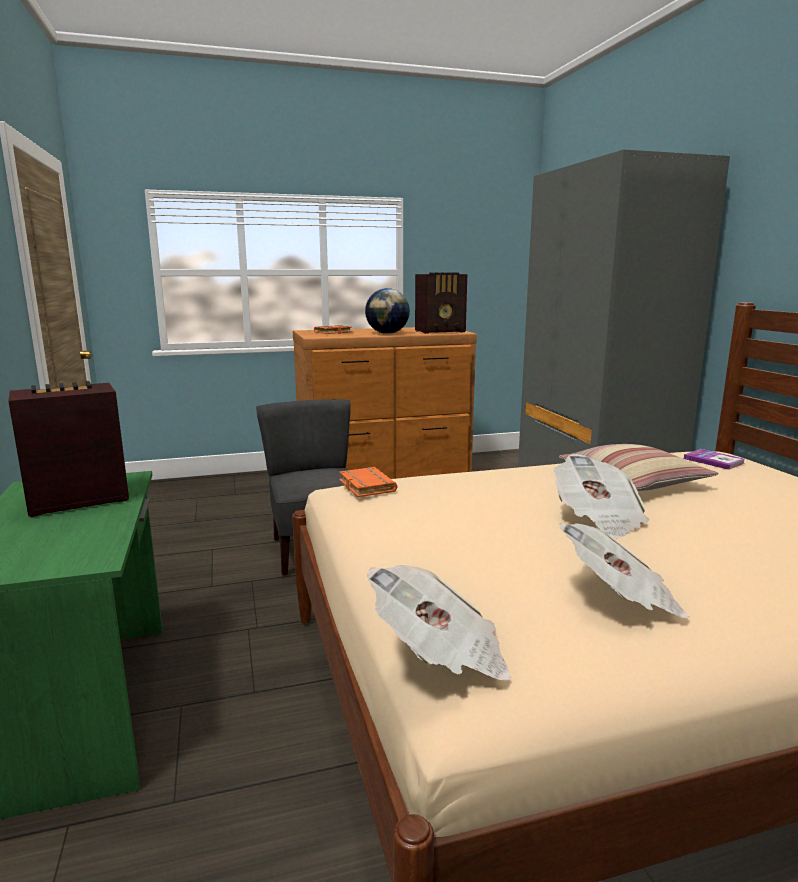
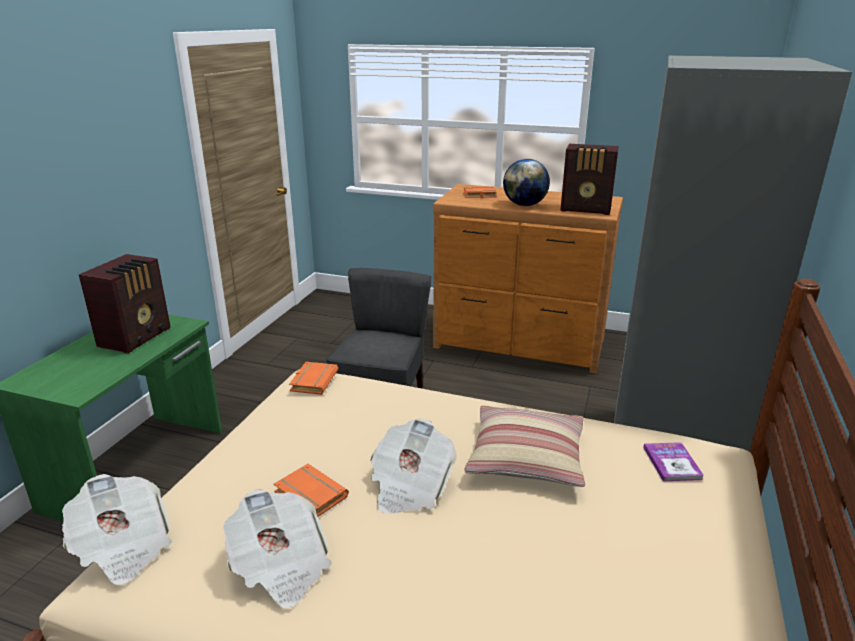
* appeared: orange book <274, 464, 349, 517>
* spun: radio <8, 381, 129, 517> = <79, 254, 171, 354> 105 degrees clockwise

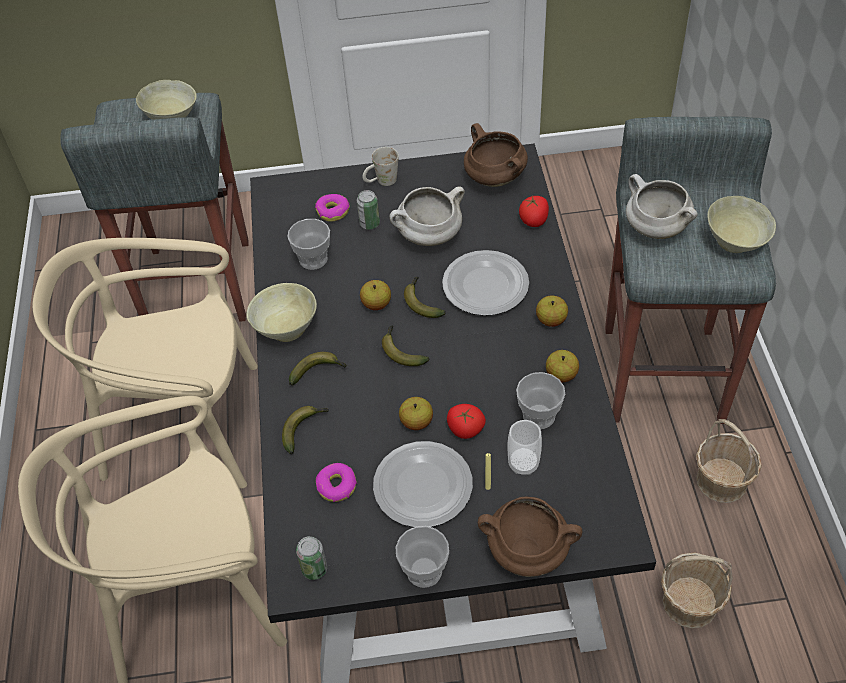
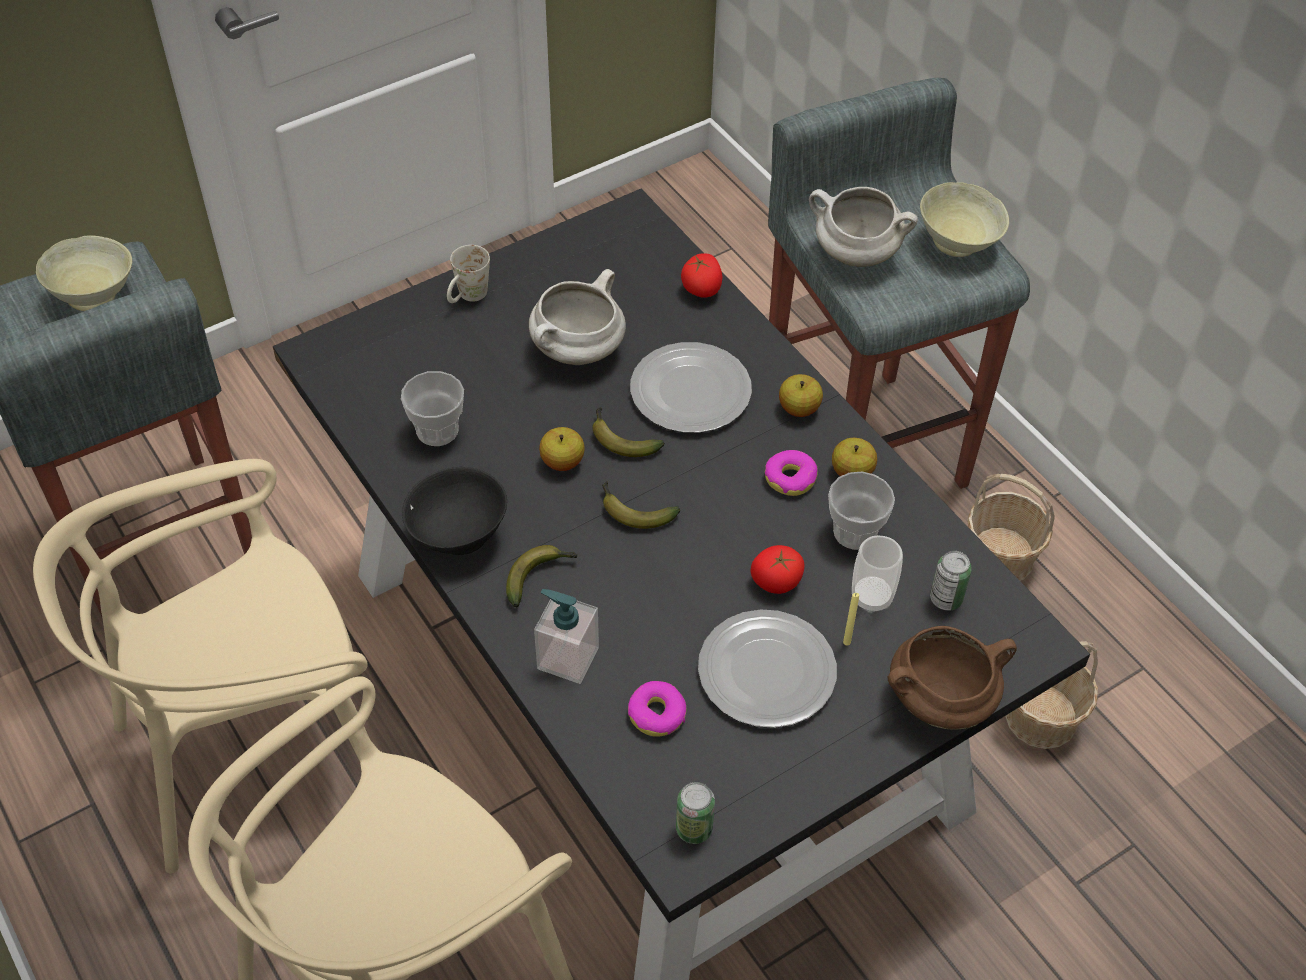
* missing: cup <396, 526, 449, 588>
* missing: apple <399, 397, 433, 430>
* missing: brown cooking pot <464, 123, 528, 187>
* relocated: donut <315, 194, 350, 222> to <765, 450, 818, 496>
* relocated: can <357, 190, 380, 230> to <930, 551, 972, 611>
* exchanged: banana <282, 406, 329, 454> to soap dispenser <534, 589, 599, 684>
* colour: beige bowl <247, 283, 317, 342> to black bowl <402, 467, 507, 555>

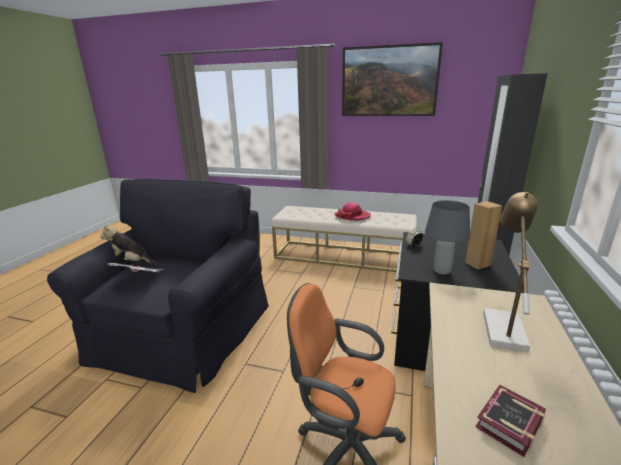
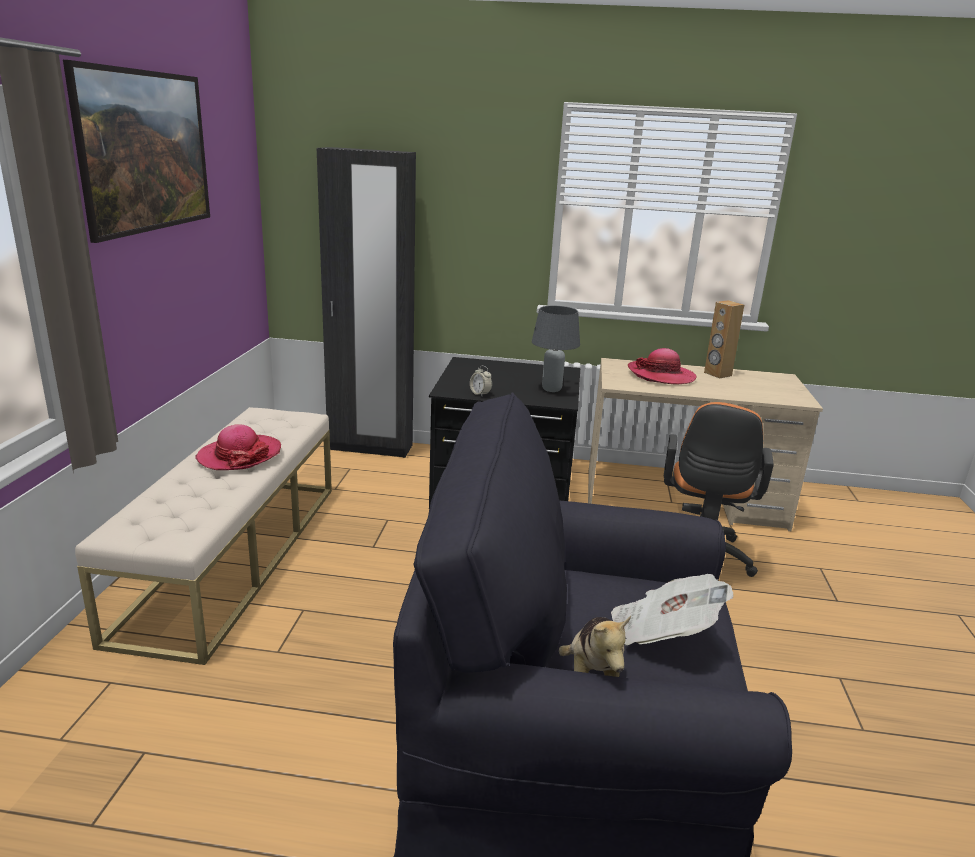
* missing: book <475, 385, 546, 457>
* relocated: brown speaker <465, 201, 502, 270> to <704, 300, 744, 379>
* exchanged: table lamp <483, 192, 538, 352> to hat <627, 348, 696, 385>

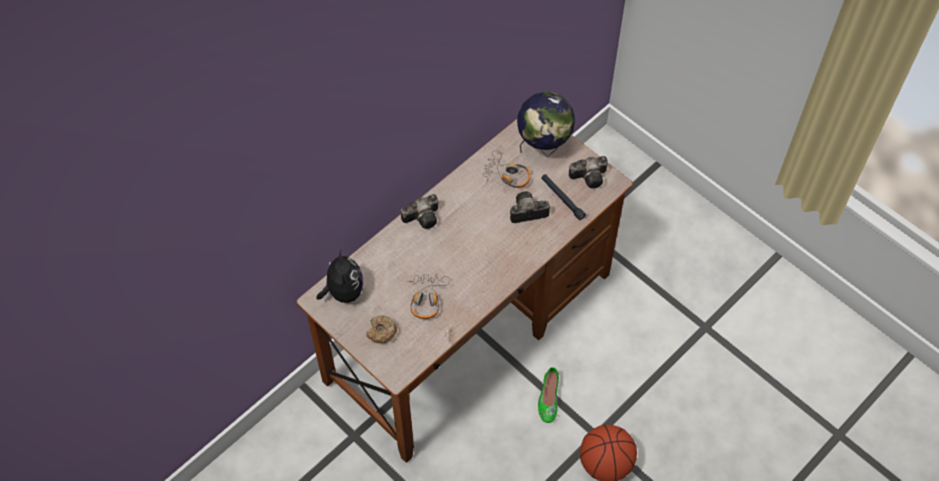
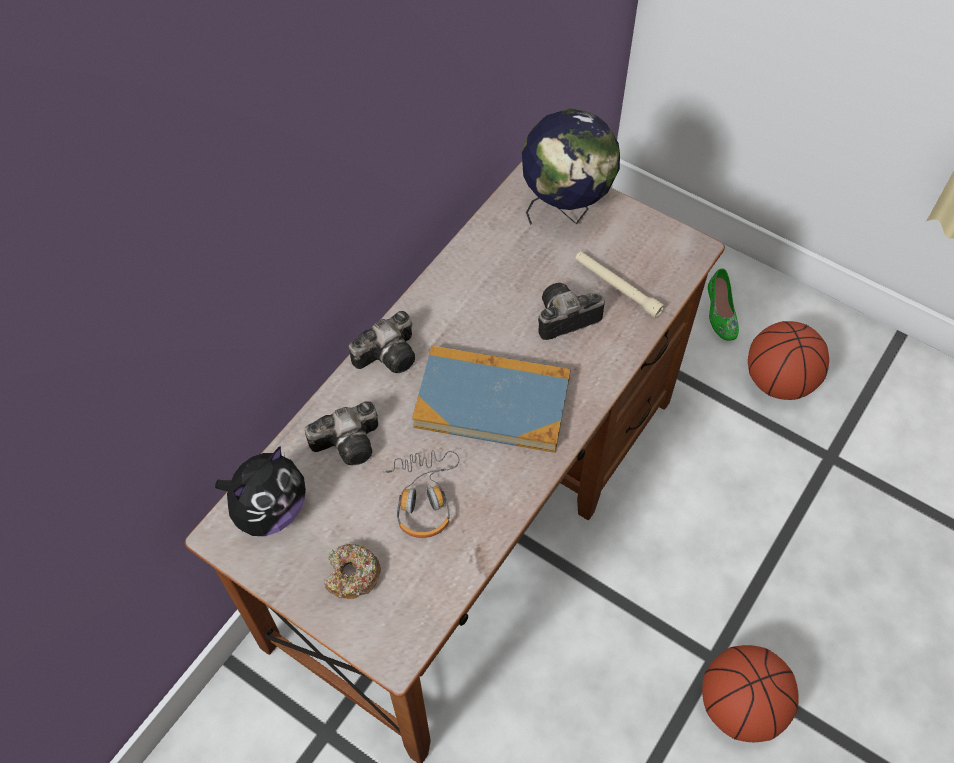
* missing: headphones <483, 151, 531, 188>
* appeared: book <412, 346, 571, 453>
* appeared: basketball <748, 321, 829, 400>
* relocated: green shoe <538, 367, 559, 423> to <708, 268, 739, 341>
* relocated: photo camera <569, 156, 608, 189> to <305, 401, 378, 465>
* colour: black flashlight <541, 174, 586, 220> to beige flashlight <575, 251, 665, 318>
* spun: plush toy <316, 250, 364, 303> = <215, 446, 306, 536> 60 degrees clockwise

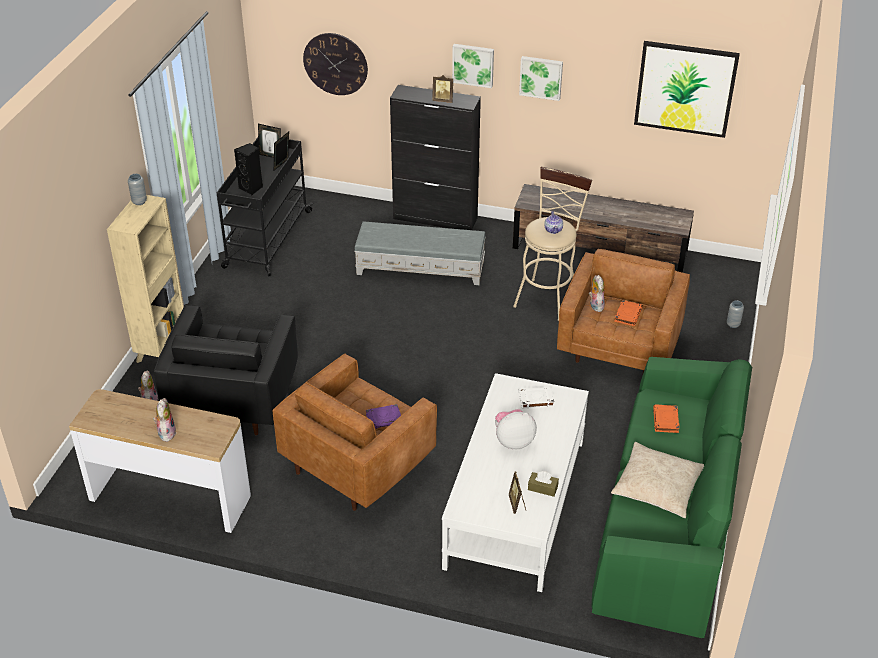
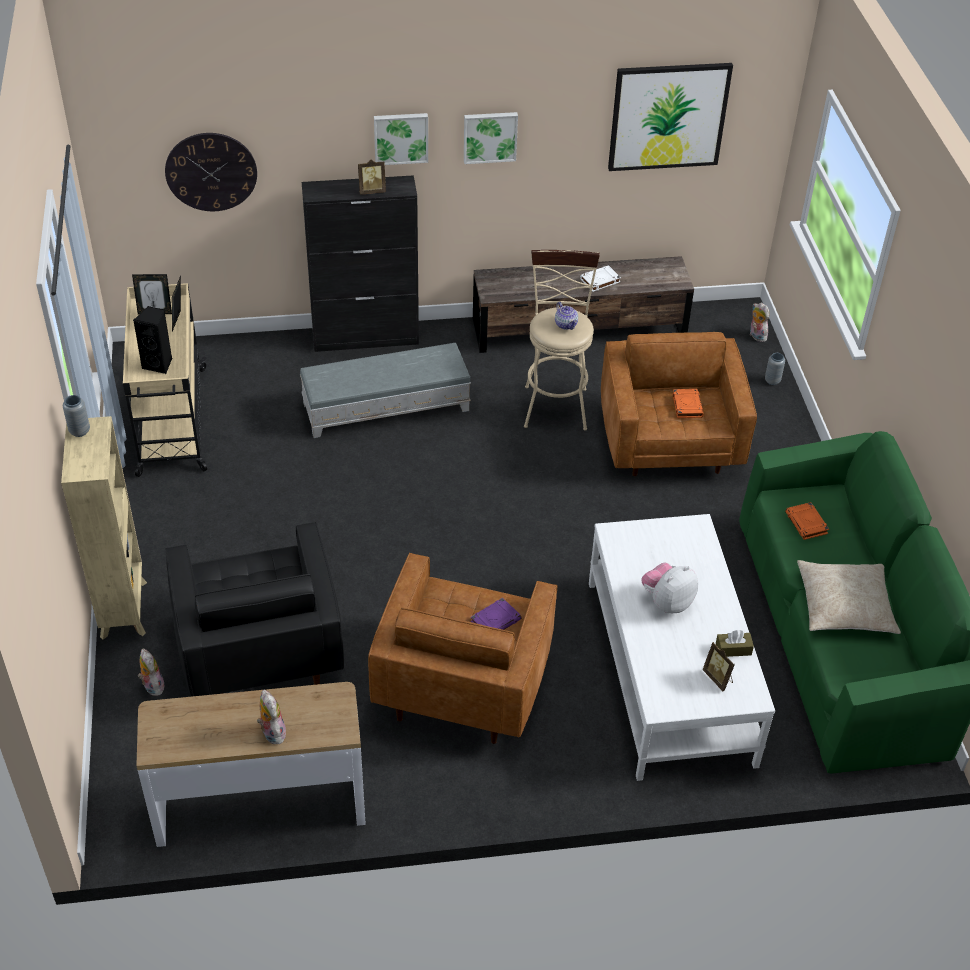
* relocated: white book <519, 387, 555, 409> to <580, 265, 621, 292>
* relocated: plush toy <589, 275, 605, 312> to <750, 303, 769, 342>
* colour: black cart <217, 137, 313, 277> to beige cart <123, 283, 207, 477>

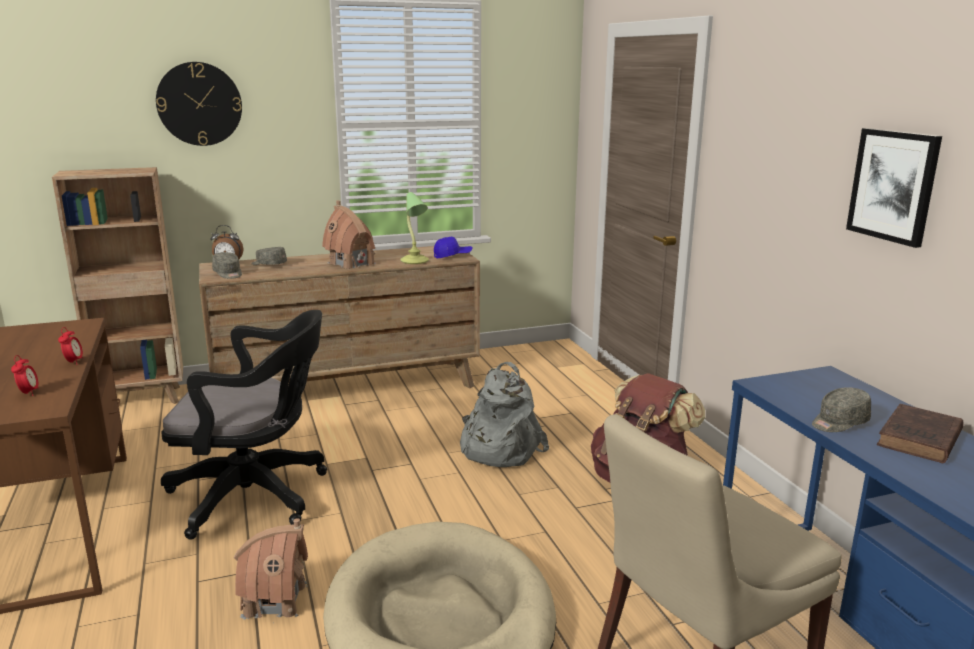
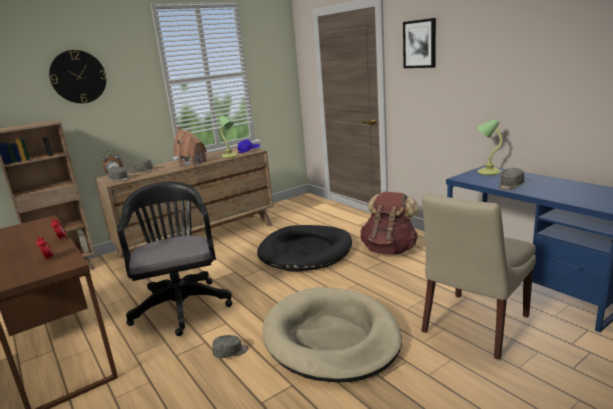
* missing: brown book <877, 404, 964, 463>
* appeared: table lamp <477, 119, 503, 175>
* relocated: picture <846, 128, 942, 248> to <403, 18, 436, 68>
* exchanged: toy house <234, 518, 308, 620> to grey cap <212, 335, 248, 358>
* exchanged: grey backpack <460, 362, 549, 467> to black dog bed <257, 225, 352, 272>
* spun: black office chair <161, 310, 327, 540> = <117, 182, 232, 336> 90 degrees counterclockwise

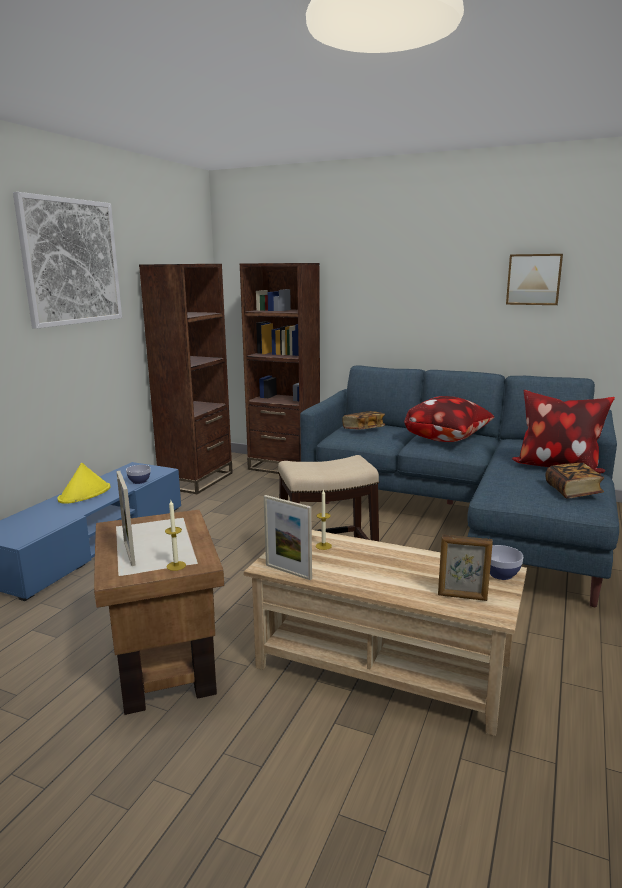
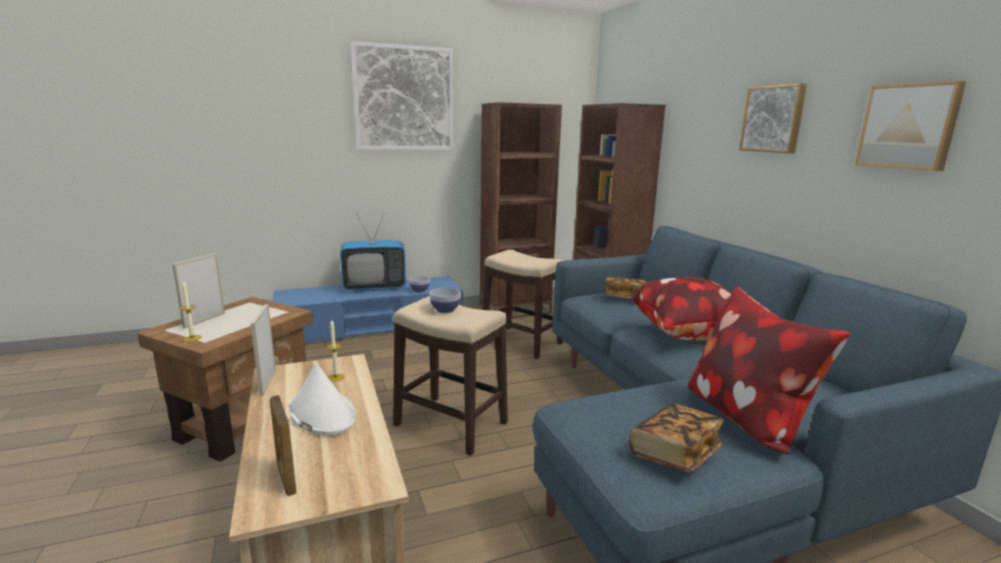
* appeared: white hat <289, 363, 356, 435>
* appeared: stool <482, 250, 563, 359>
* appeared: picture <739, 83, 807, 153>
* relocated: bowl <490, 545, 523, 580> to <429, 288, 461, 313>
* exchanged: yellow hat <57, 463, 110, 504> to television <340, 213, 406, 292>

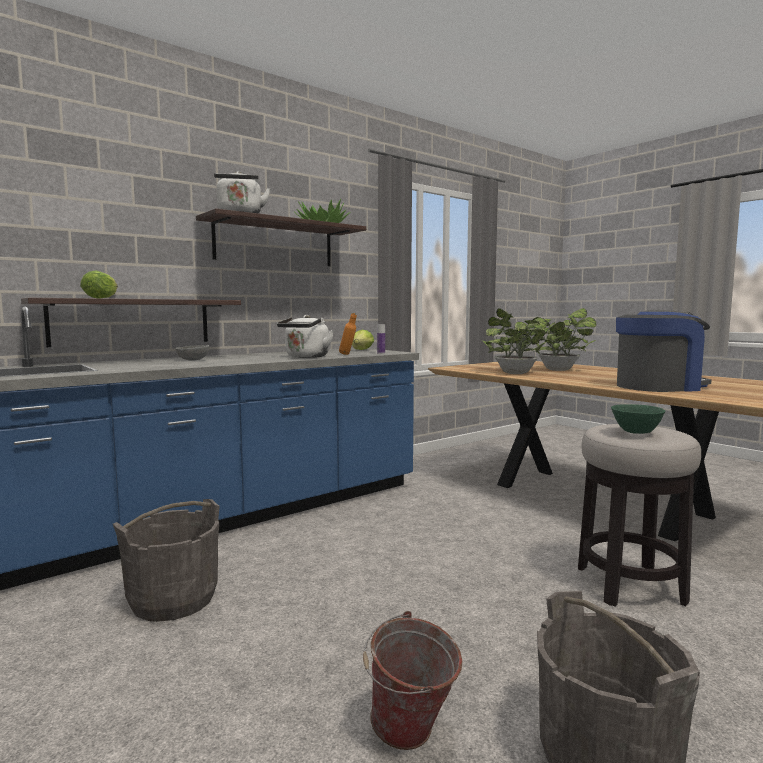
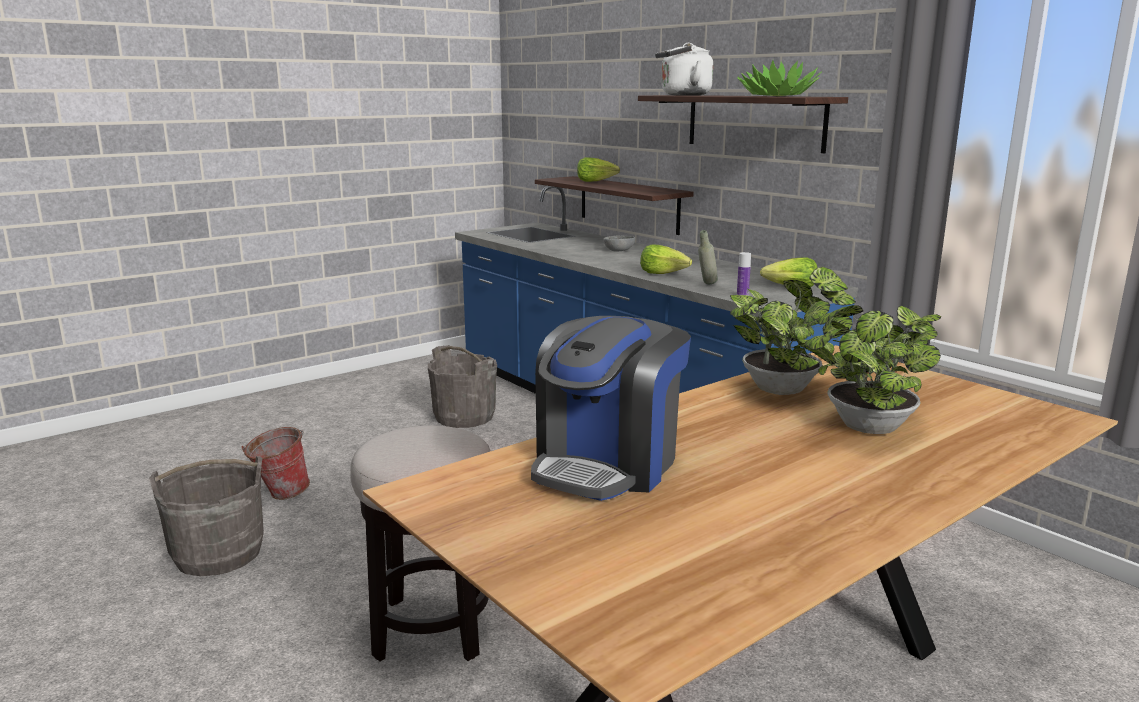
* missing: green bowl <611, 404, 665, 434>
* exchanged: white kettle <277, 315, 334, 358> to lettuce <640, 245, 692, 274>
* colour: orange bottle <339, 313, 357, 355> to grey bottle <698, 230, 718, 284>
* spun: coffee machine <616, 310, 712, 392> = <531, 316, 691, 501> 45 degrees clockwise

